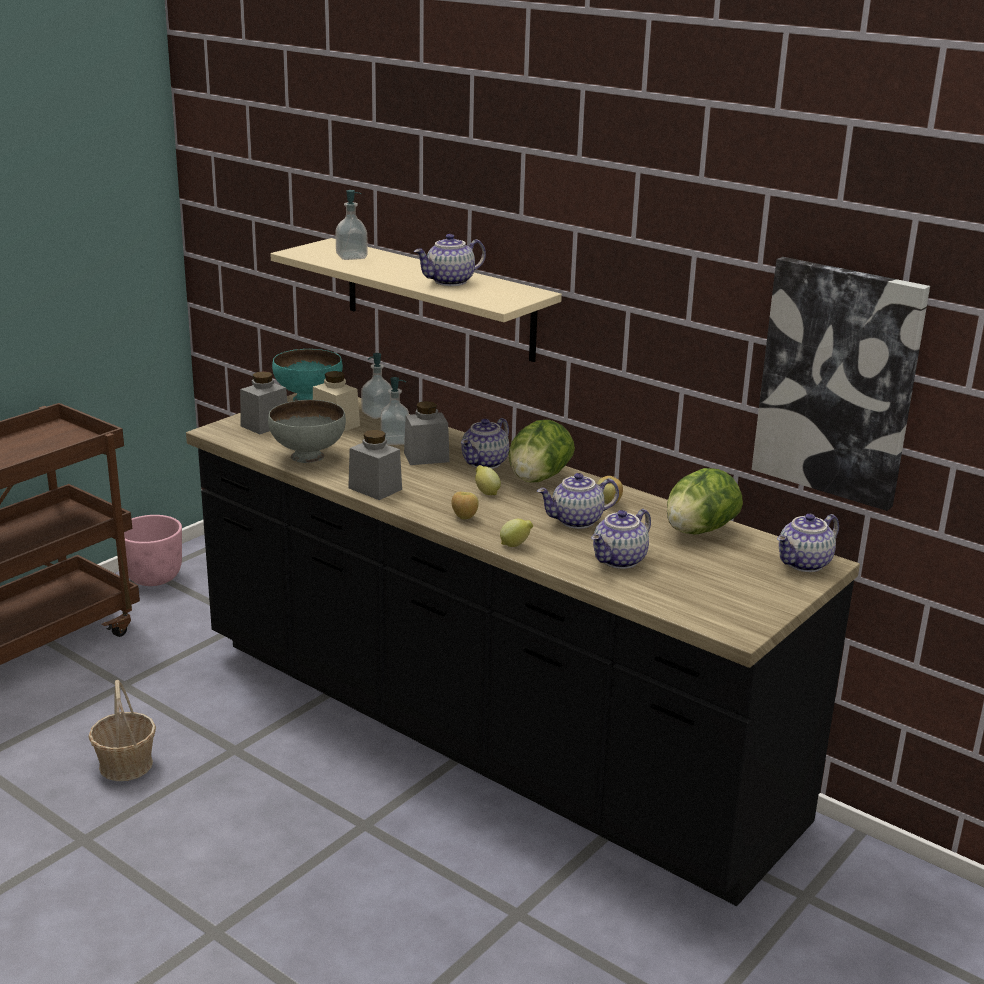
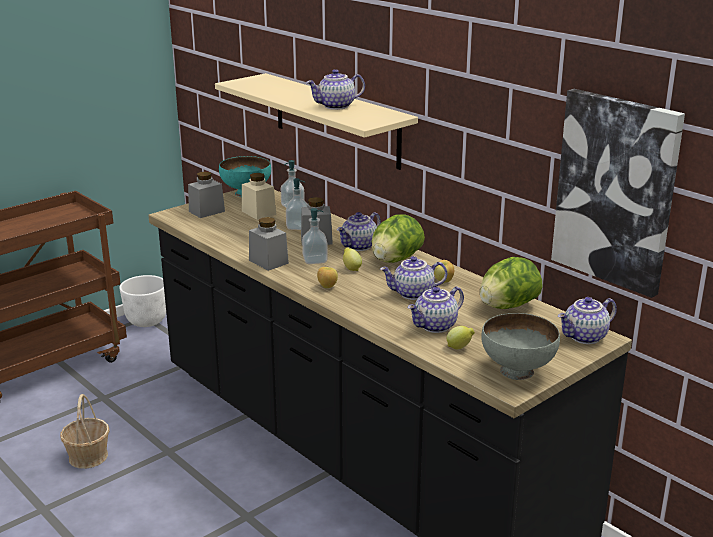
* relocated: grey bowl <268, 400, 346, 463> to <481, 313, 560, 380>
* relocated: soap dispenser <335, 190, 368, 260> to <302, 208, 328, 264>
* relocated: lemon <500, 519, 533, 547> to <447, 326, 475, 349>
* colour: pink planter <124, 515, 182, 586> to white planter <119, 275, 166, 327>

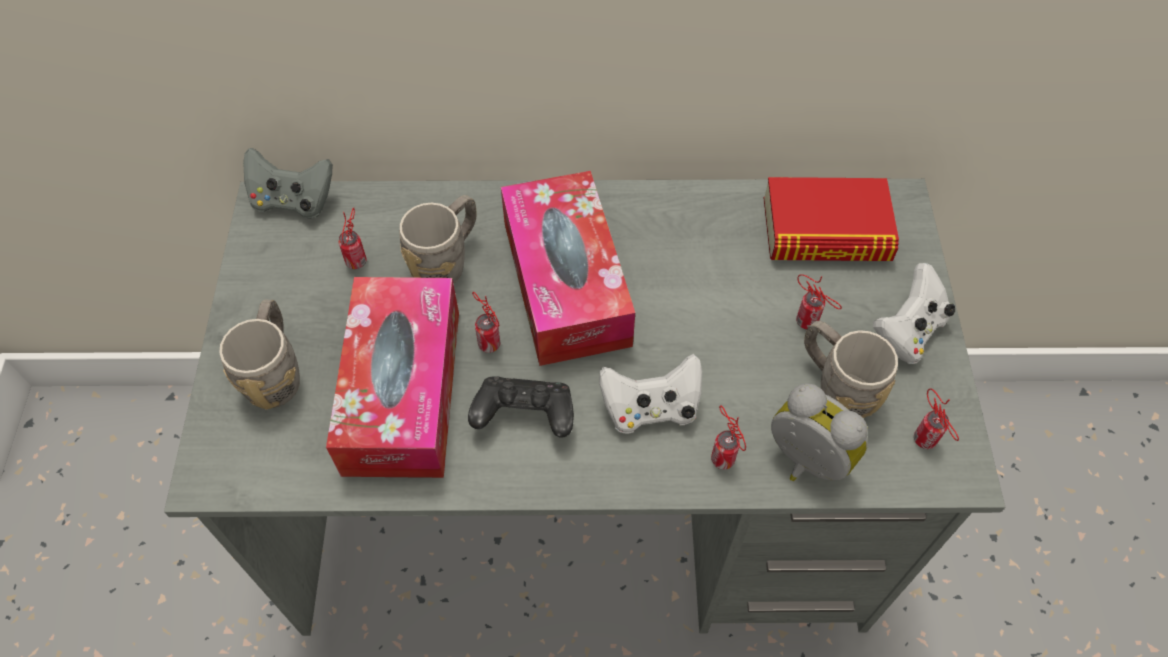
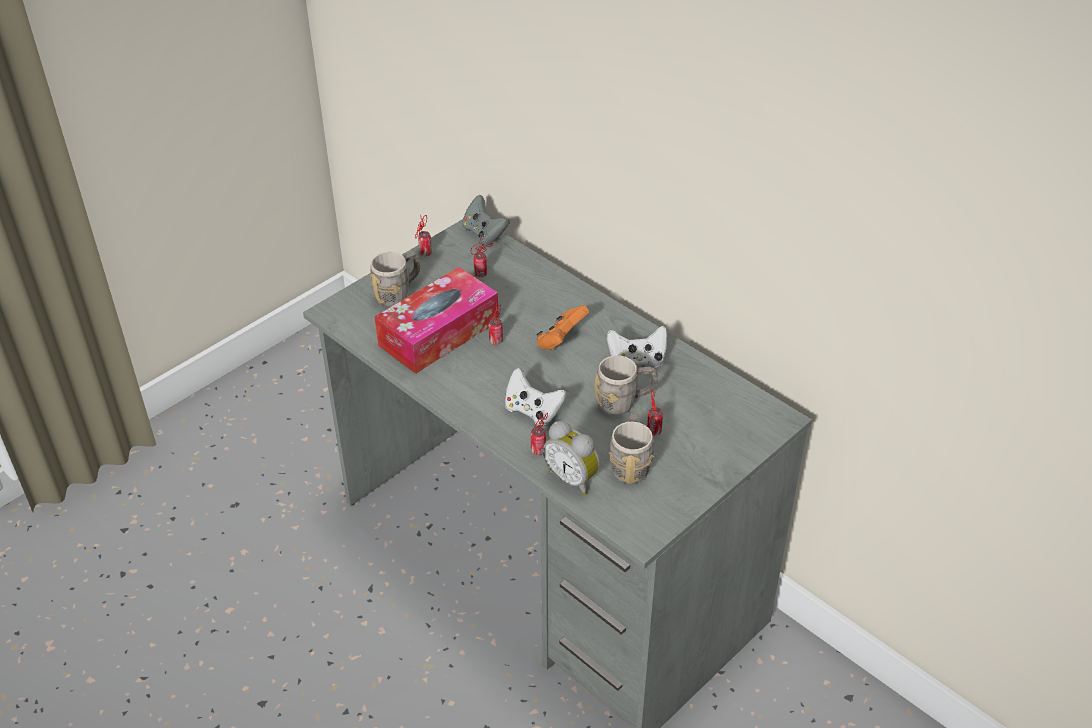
* missing: black game controller <468, 376, 574, 438>
* missing: book <763, 177, 899, 261>
* relocated: grey mug <399, 195, 477, 284> to <595, 355, 658, 415>
* relocated: white game controller <873, 263, 955, 364> to <607, 326, 667, 368>
* relocated: can <914, 388, 959, 449> to <415, 215, 432, 256>
* exchanged: tissue box <501, 171, 635, 366> to orange game controller <536, 305, 589, 350>
* spun: alarm clock <771, 383, 868, 481> = <543, 421, 600, 495> 135 degrees clockwise

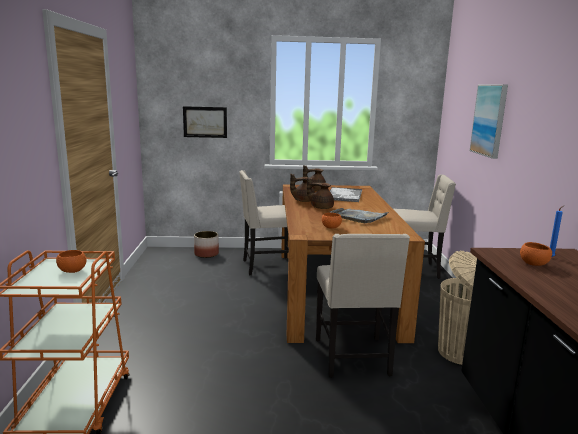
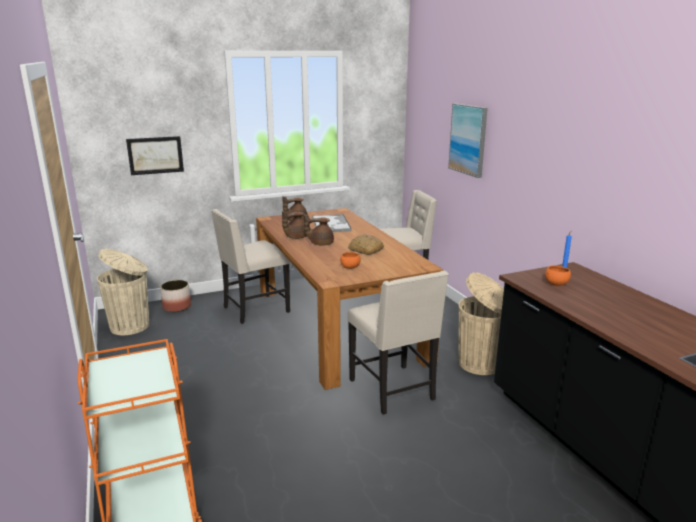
* missing: orange bowl <56, 250, 86, 273>
* appeared: beige trash can <97, 249, 149, 335>
* exchanged: grey tray <330, 208, 389, 223> to bread <348, 235, 384, 255>

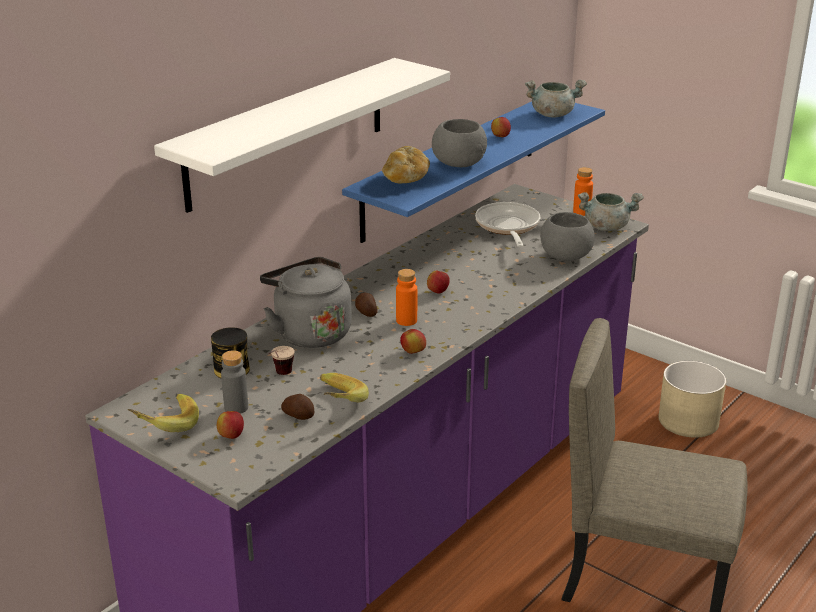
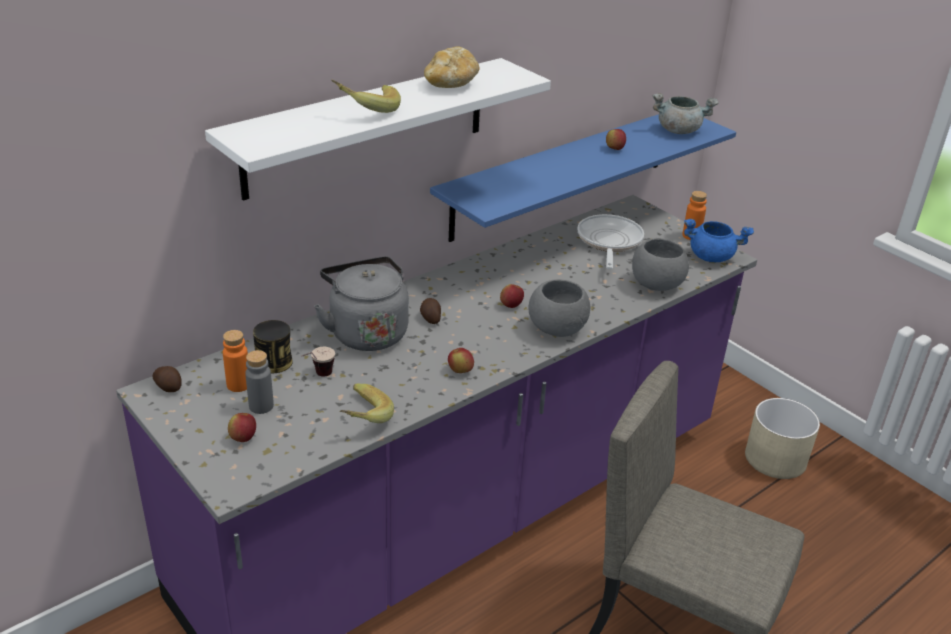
* relocated: banana <128, 394, 199, 432> to <331, 80, 401, 113>
* relocated: potato <281, 394, 314, 420> to <152, 366, 182, 392>
* relocated: bread <382, 146, 430, 183> to <424, 46, 479, 88>
* relocated: orange bottle <396, 269, 417, 326> to <223, 330, 248, 392>
* relocated: grey bowl <432, 119, 487, 167> to <528, 280, 590, 337>
* colour: grey cooking pot <578, 192, 644, 231> to blue cooking pot <684, 219, 754, 262>

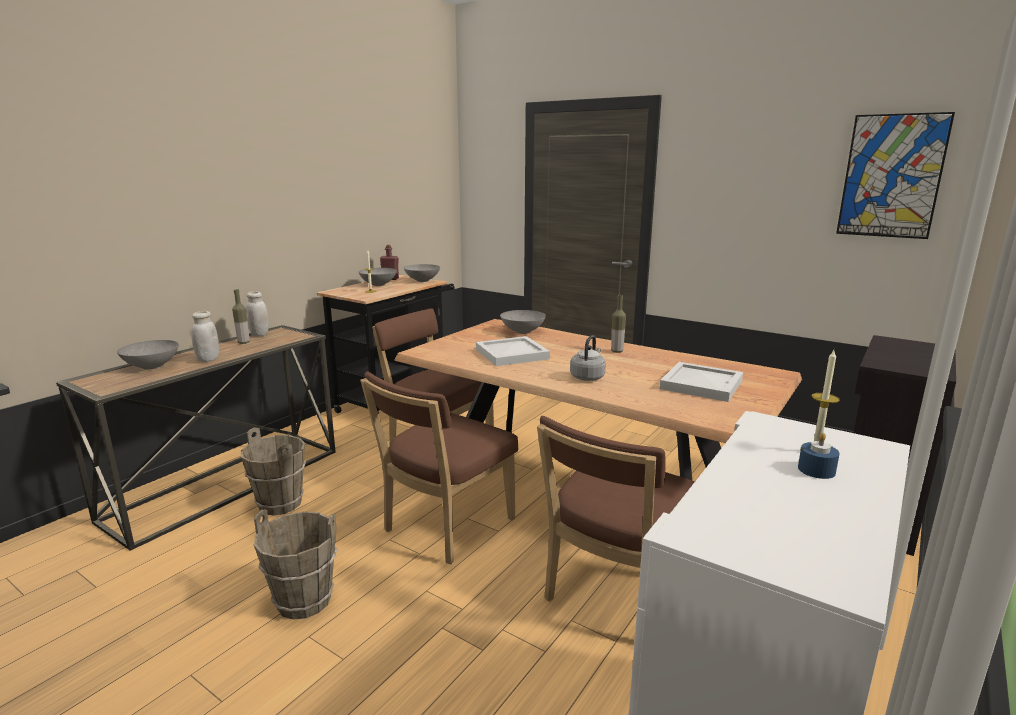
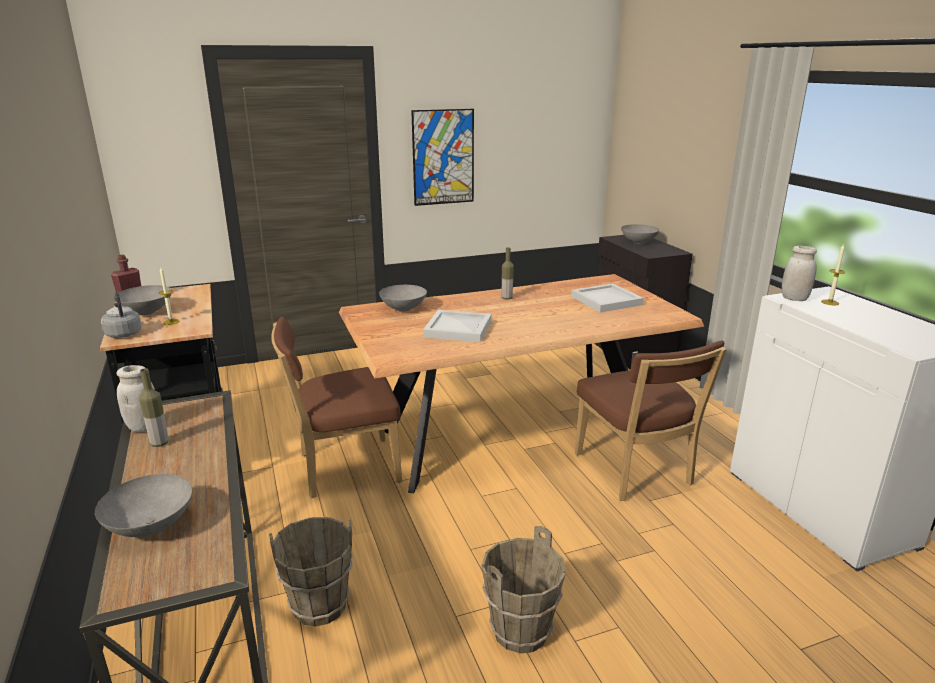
* missing: brown chair <360, 372, 518, 564>
* missing: blue candle <798, 433, 840, 479>
* relocated: white jar <191, 311, 219, 362> to <782, 246, 817, 301>
* relocated: grey bowl <404, 264, 440, 282> to <621, 224, 660, 244>
* relocated: grey kettle <570, 335, 606, 381> to <101, 292, 142, 338>
* relocated: picture <836, 112, 955, 239> to <411, 109, 474, 206>

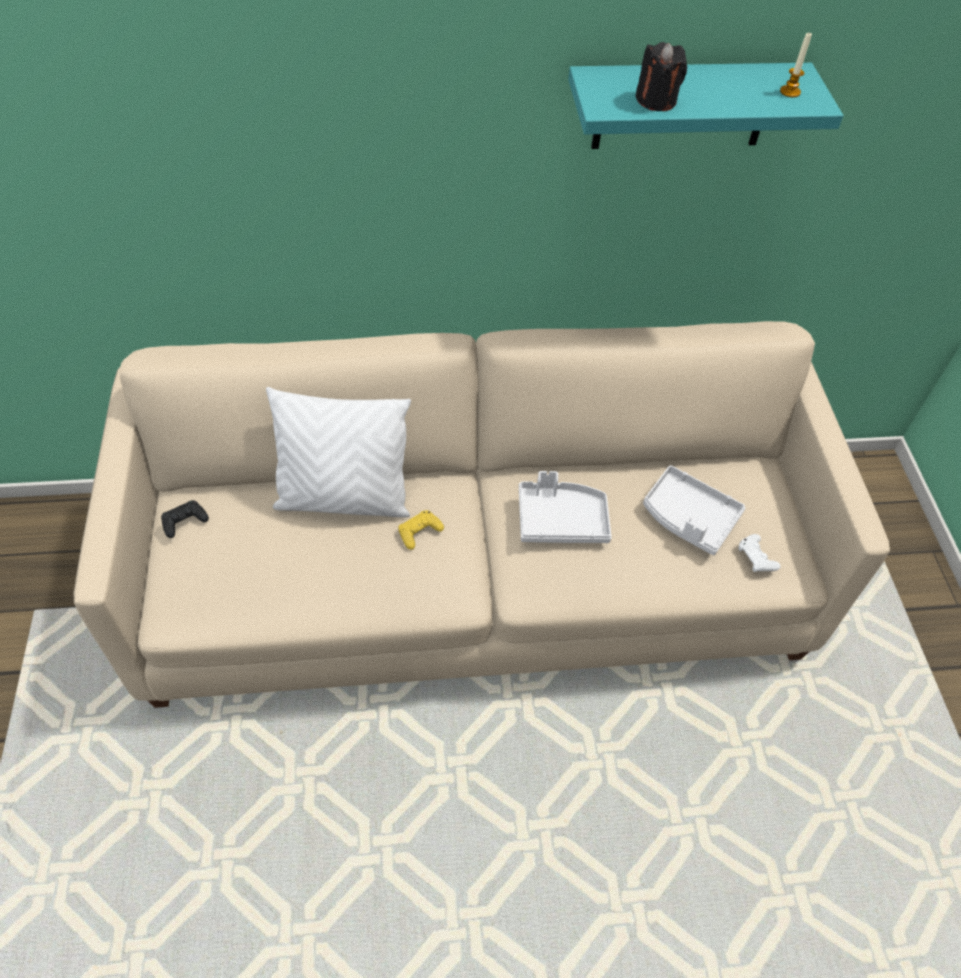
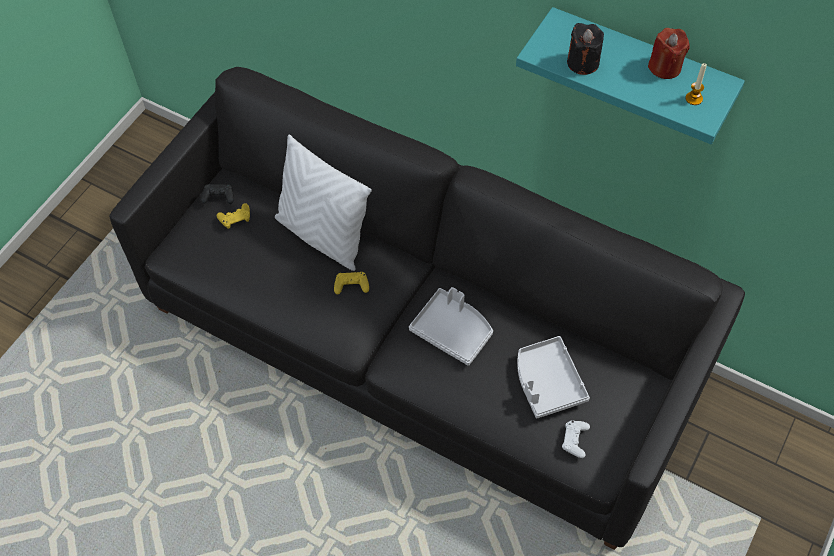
* appeared: yellow game controller <217, 203, 250, 229>
* appeared: red candle <648, 28, 690, 79>
* colour: beige sofa <74, 321, 890, 708> to black sofa <109, 67, 745, 550>

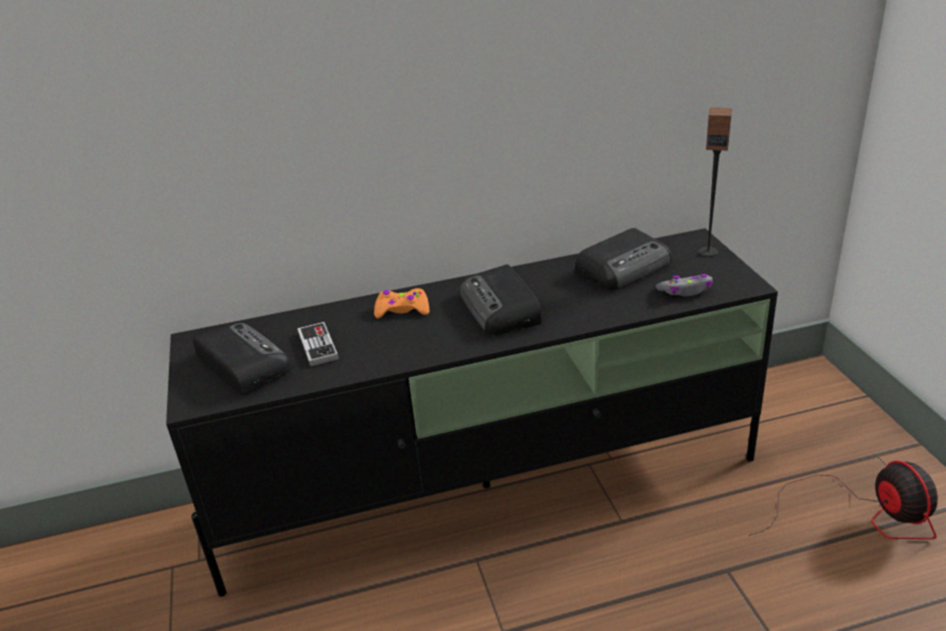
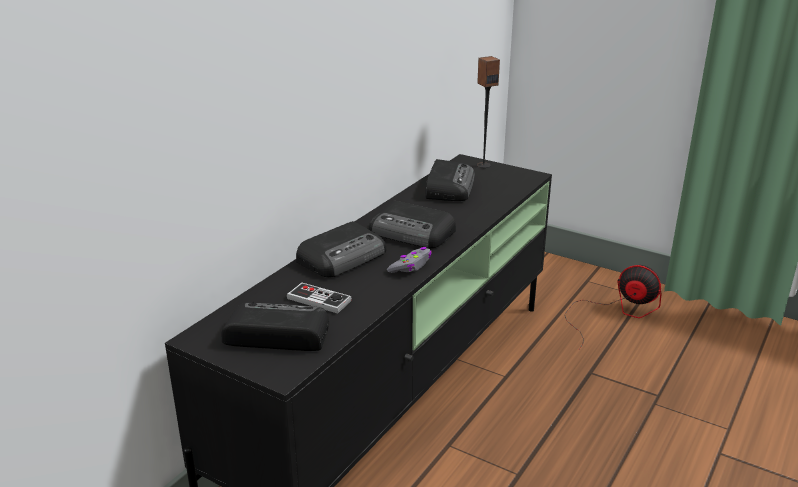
* relocated: grey game controller <656, 274, 713, 296> to <387, 247, 432, 273>
* exchanged: orange game controller <374, 288, 429, 318> to radio <296, 221, 386, 277>

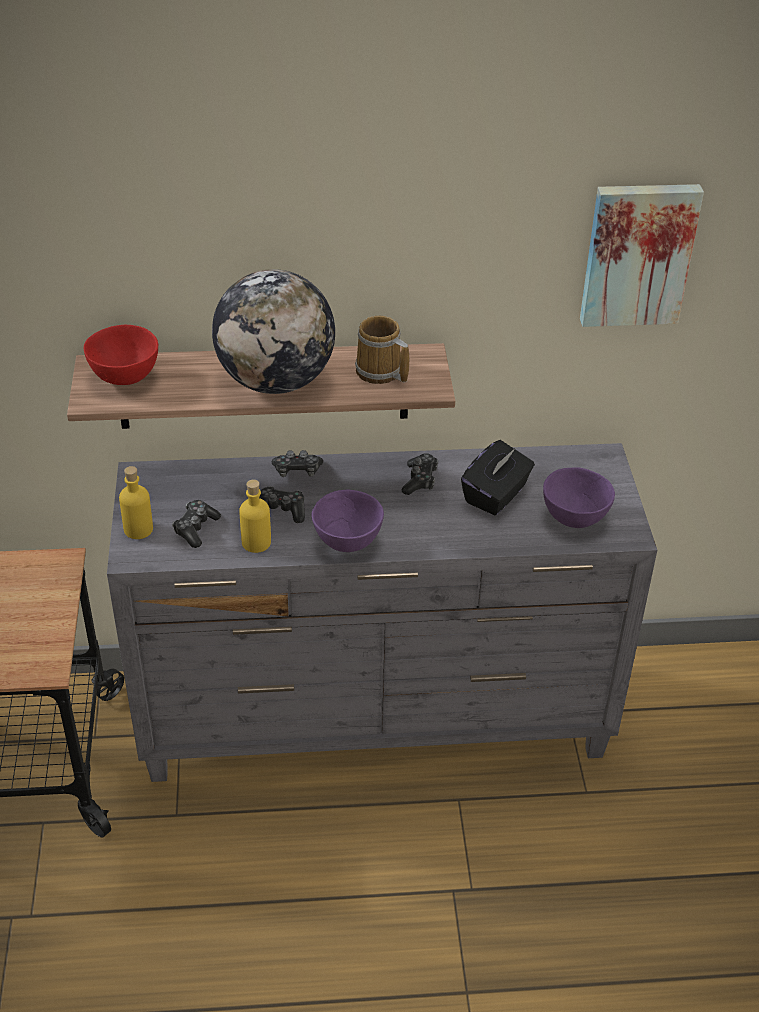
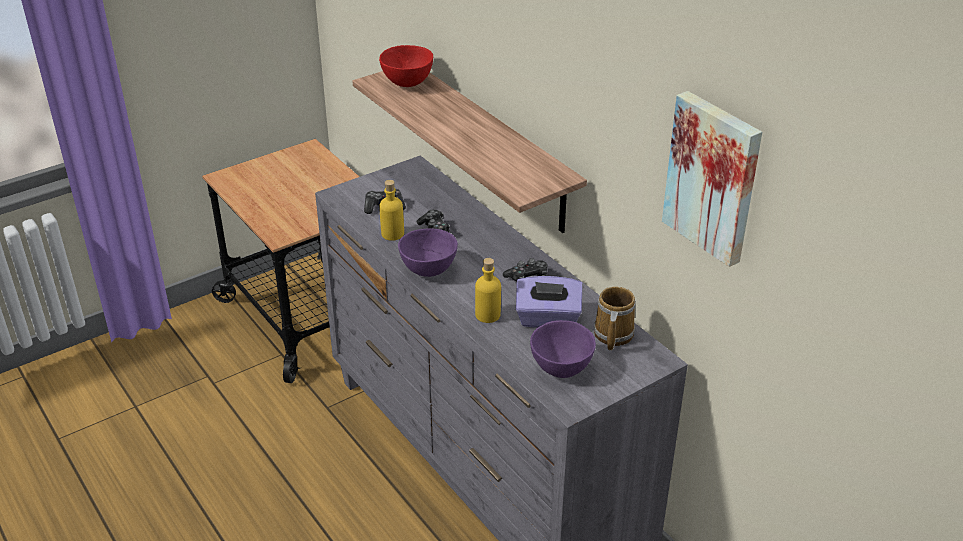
* missing: globe <212, 269, 335, 394>
* missing: game controller <272, 450, 323, 477>
* relocated: yellow bottle <119, 466, 153, 539> to <475, 258, 501, 323>
* relocated: mug <355, 316, 409, 384> to <594, 286, 636, 350>
* colour: black tissue box <461, 440, 535, 515> to purple tissue box <516, 276, 582, 327>

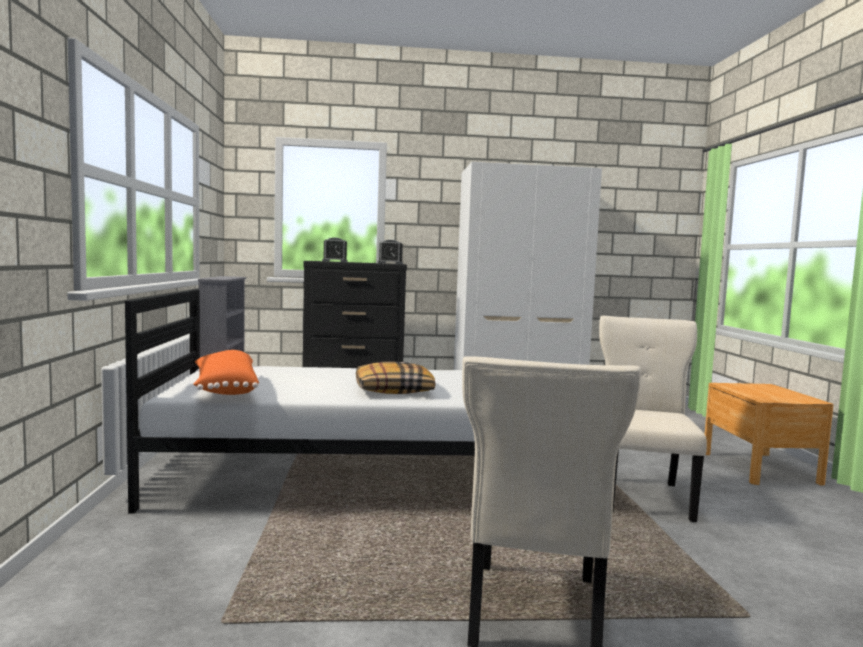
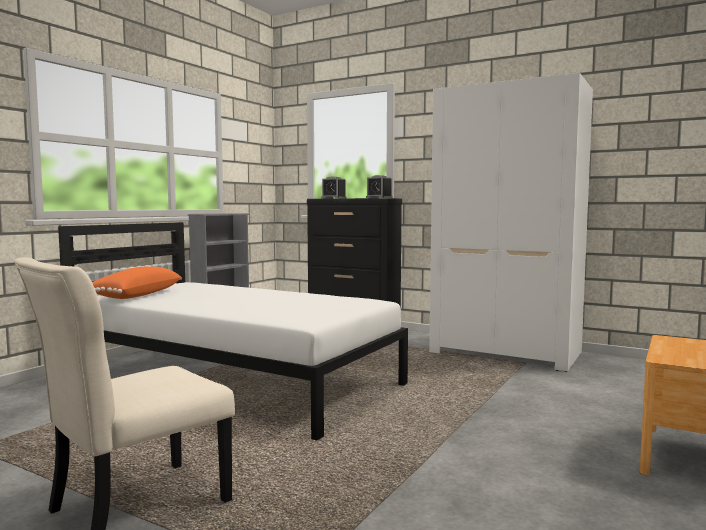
* missing: pillow <356, 362, 435, 394>
* missing: beige chair <599, 316, 707, 522>

